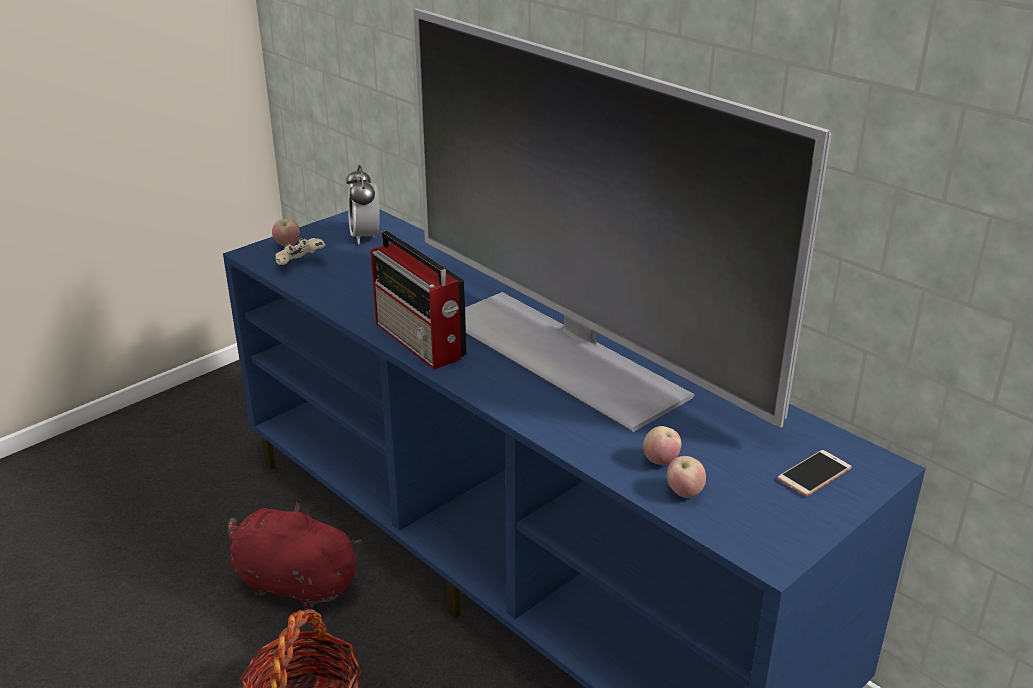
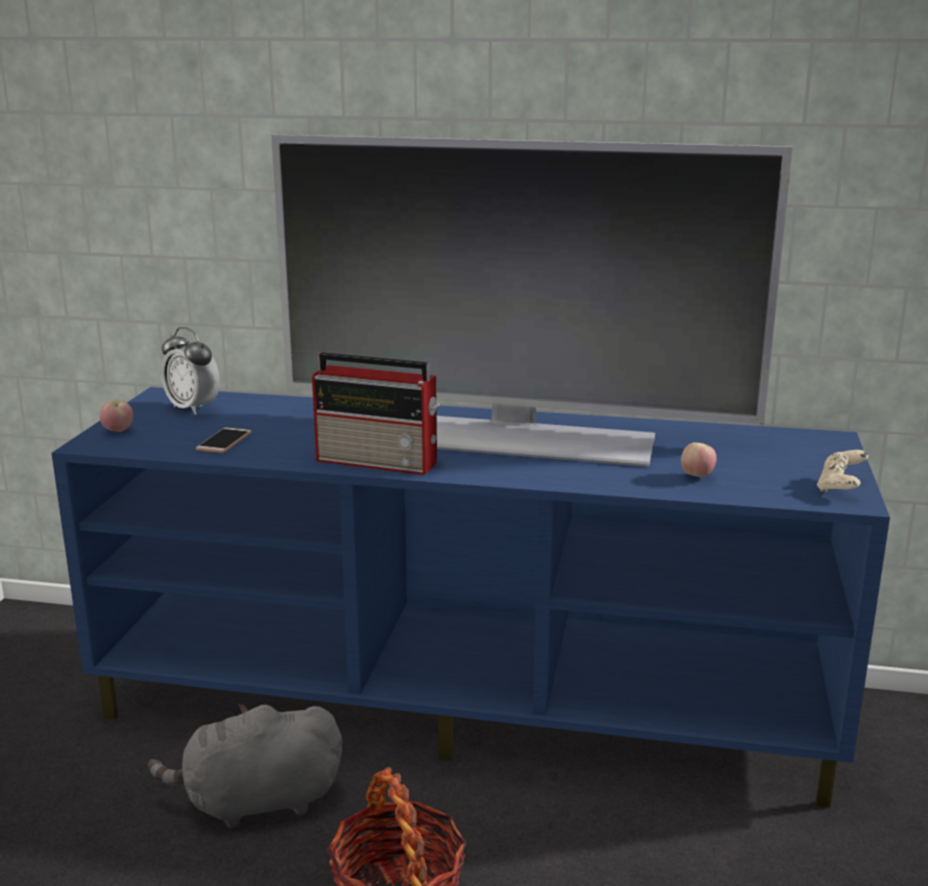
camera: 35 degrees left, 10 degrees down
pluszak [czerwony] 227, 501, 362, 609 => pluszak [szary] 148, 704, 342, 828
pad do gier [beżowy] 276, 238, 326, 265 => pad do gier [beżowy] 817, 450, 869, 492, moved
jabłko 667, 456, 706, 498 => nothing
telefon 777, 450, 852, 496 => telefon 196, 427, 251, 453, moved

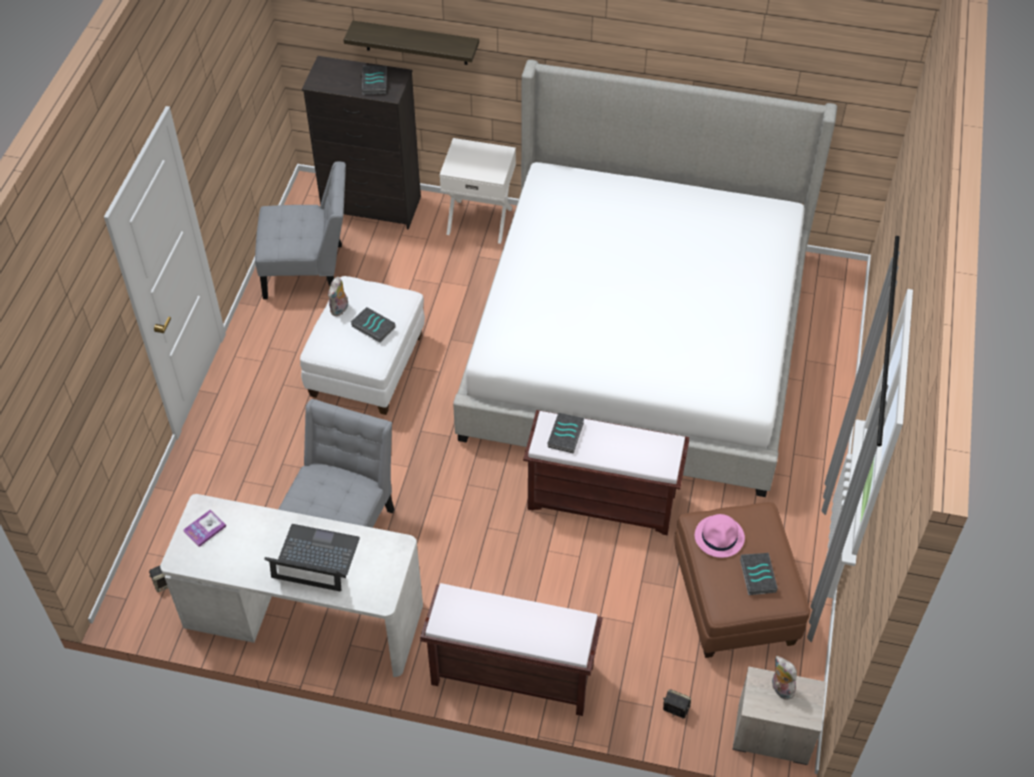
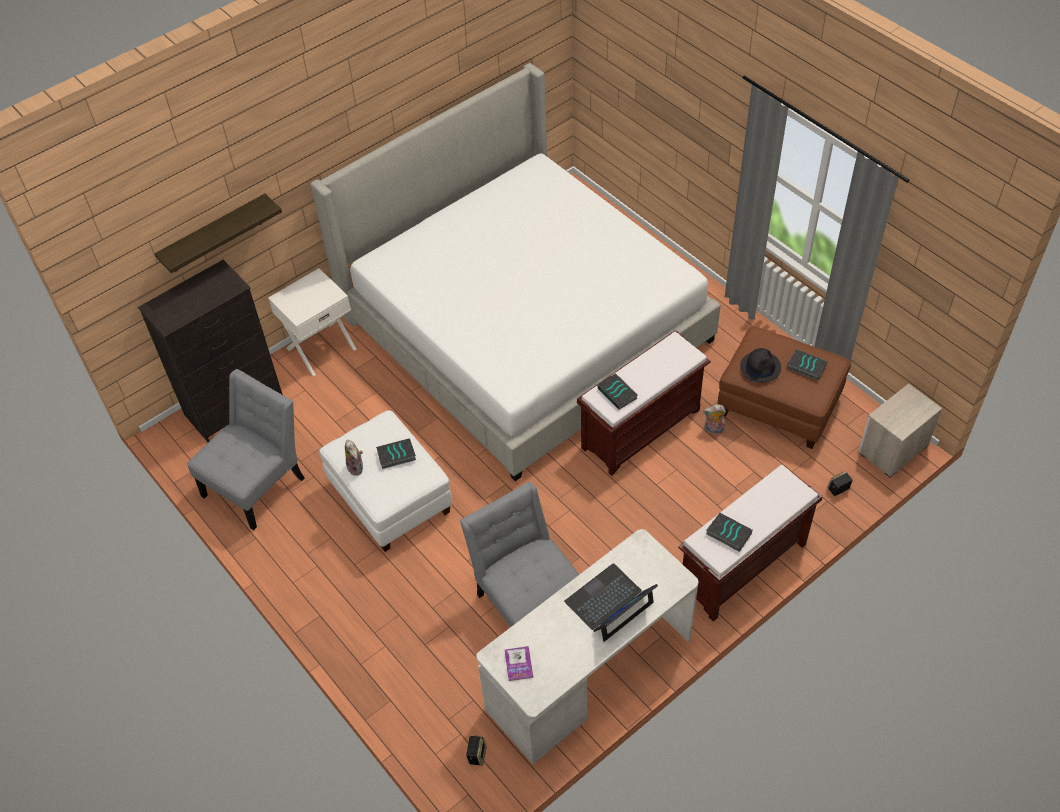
camera: 50 degrees left, 0 degrees up
książka 362, 66, 387, 94 => książka 707, 513, 753, 552, moved
kapelusz [różowy] 695, 514, 745, 558 => kapelusz [czarny] 740, 348, 781, 383
pluszak 772, 656, 797, 700 => pluszak 703, 405, 726, 434, moved

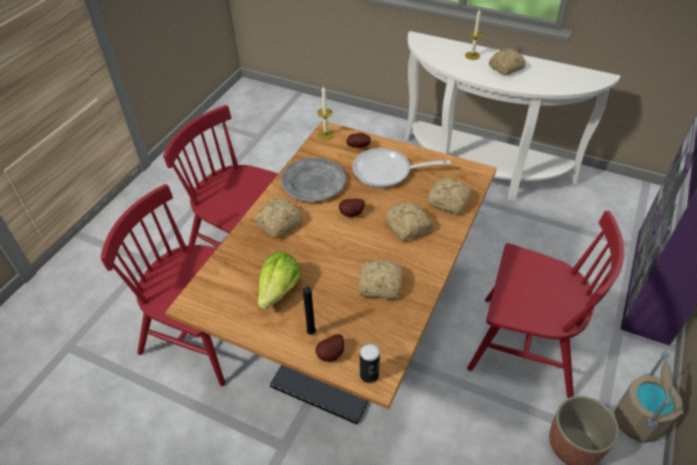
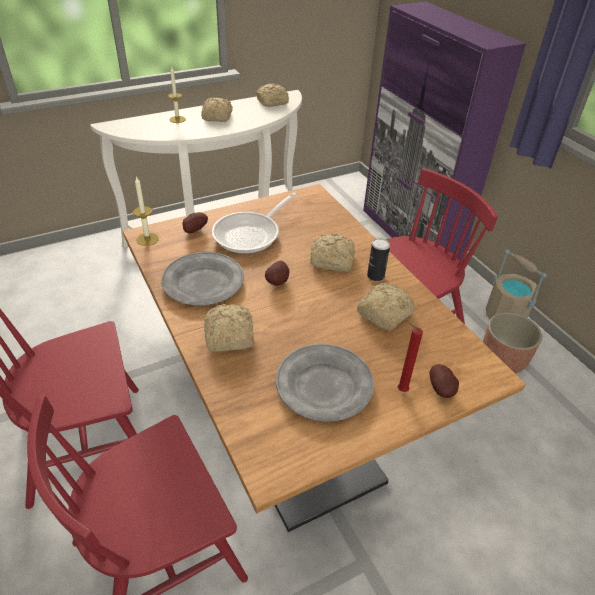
camera: 55 degrees left, 5 degrees down
sałata 258, 251, 301, 310 => talerz [szary] 276, 344, 374, 422
świeca [czarny] 301, 279, 316, 335 => świeca [czerwony] 398, 323, 423, 392
puszka 360, 343, 380, 383 => puszka 367, 238, 390, 281, moved
chleb 428, 178, 472, 214 => chleb 256, 83, 289, 107, moved

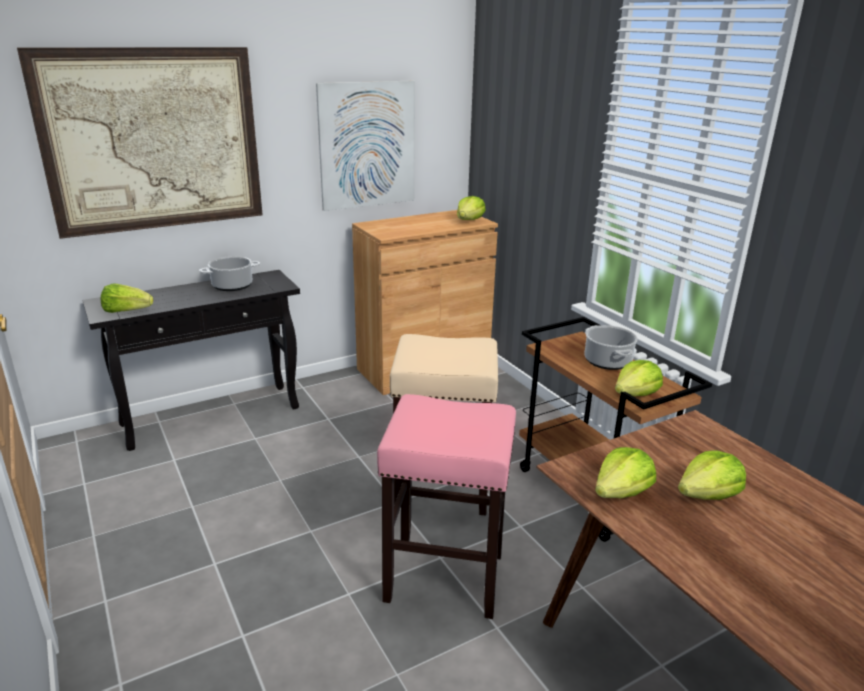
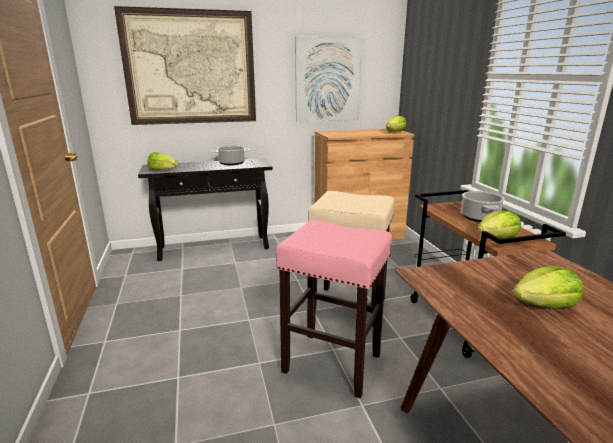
camera: 15 degrees right, 5 degrees down
sałata 595, 447, 656, 498 => nothing

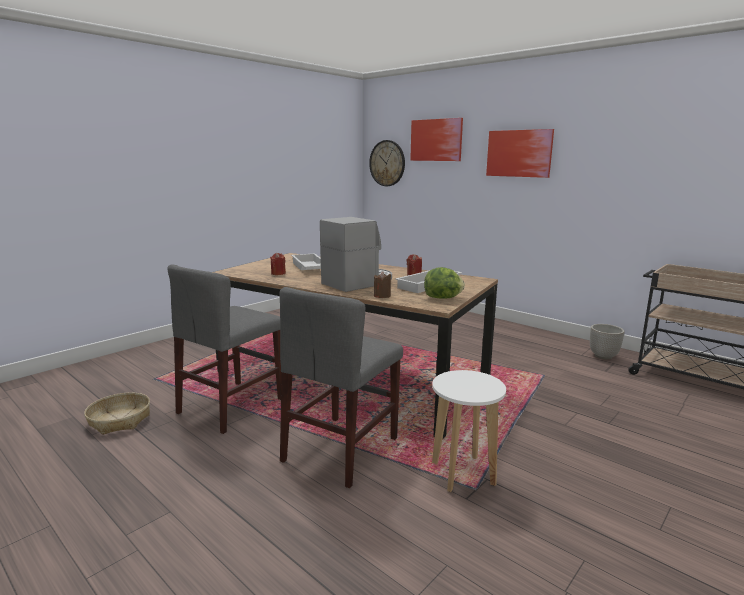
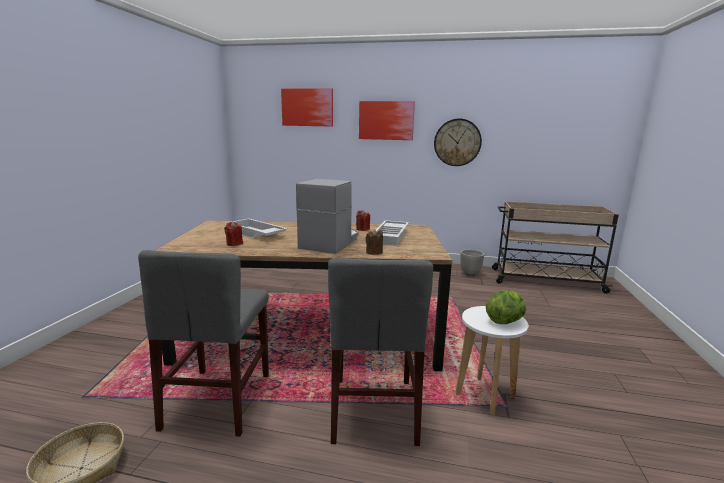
camera: 30 degrees left, 0 degrees up
zegar ścienny 369, 140, 405, 186 => zegar ścienny 434, 119, 482, 166, moved
sałata 424, 267, 465, 299 => sałata 486, 290, 526, 324, moved

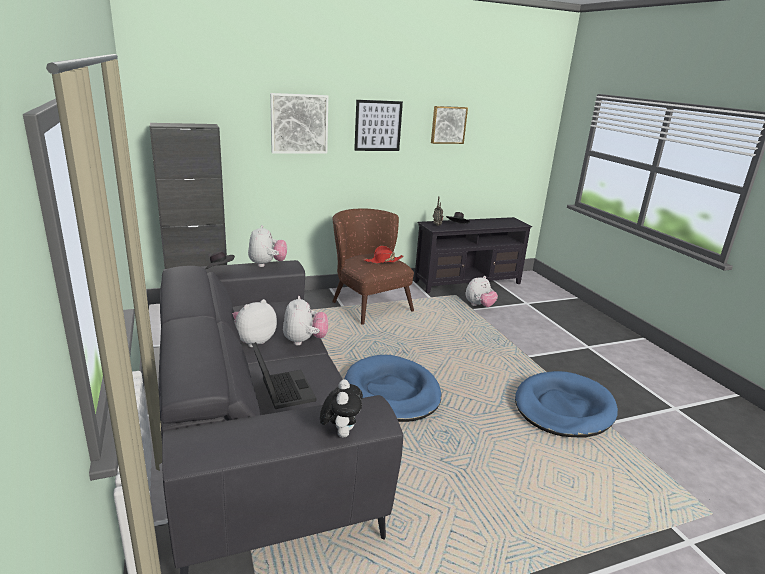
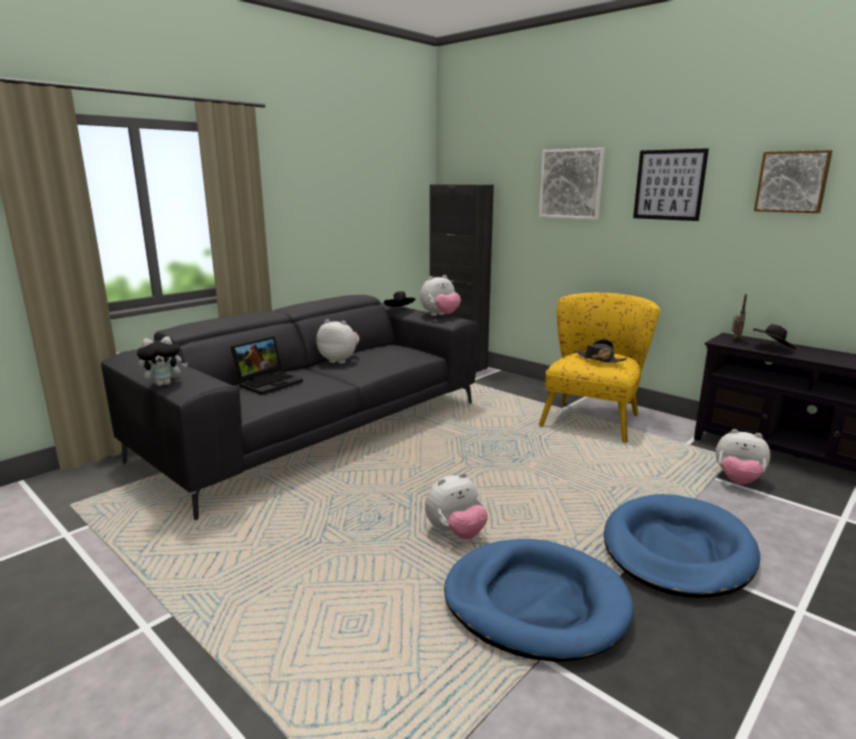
camera: 65 degrees right, 5 degrees down
pluszak 283, 296, 328, 345 => pluszak 425, 472, 488, 539, moved
fotel [brązowy] 332, 209, 414, 325 => fotel [żółty] 539, 292, 660, 443
legowisko [niebieski] 345, 355, 441, 422 => legowisko [niebieski] 604, 494, 760, 598, moved
kapelusz [czerwony] 364, 246, 404, 263 => kapelusz [czarny] 575, 339, 627, 363

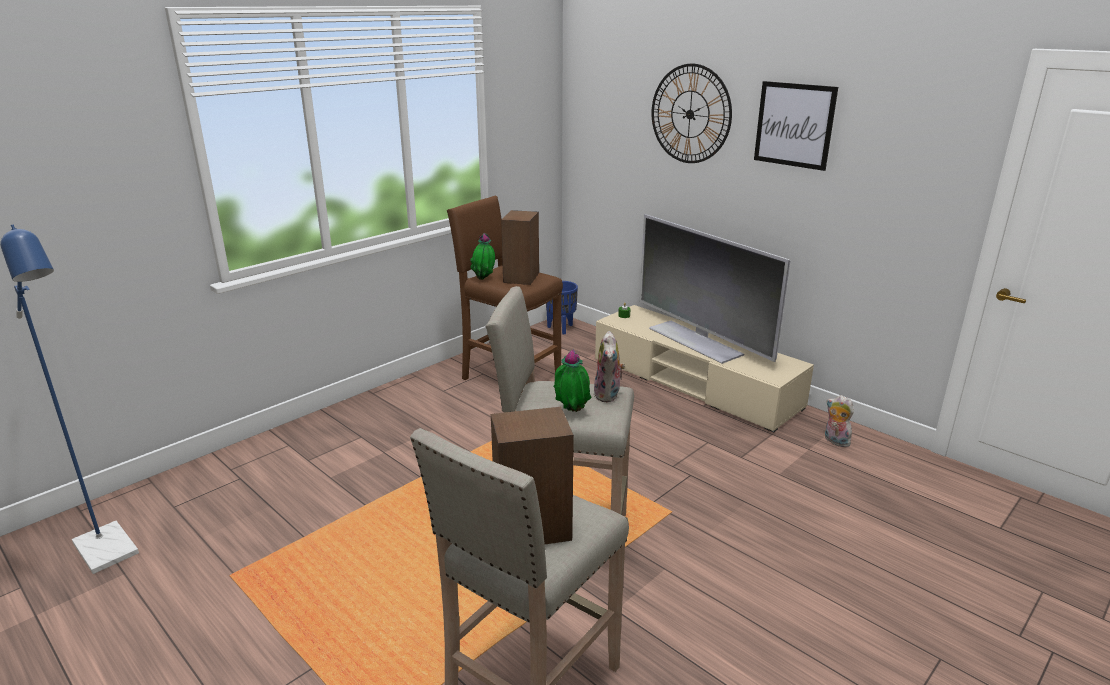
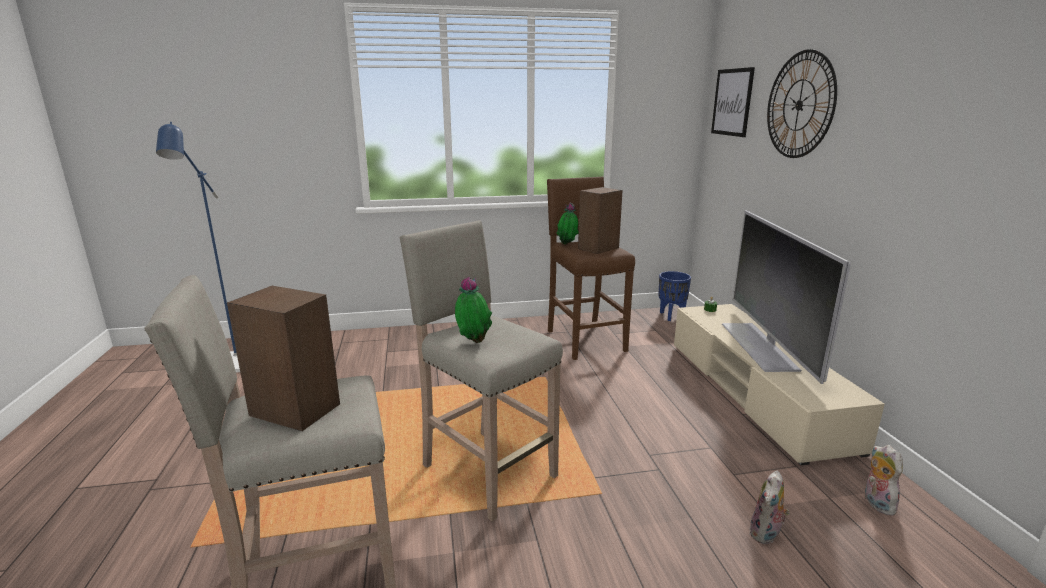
camera: 35 degrees right, 5 degrees down
pluszak 594, 331, 625, 403 => pluszak 749, 471, 790, 544, moved
obraz 754, 81, 838, 171 => obraz 711, 67, 755, 137, moved

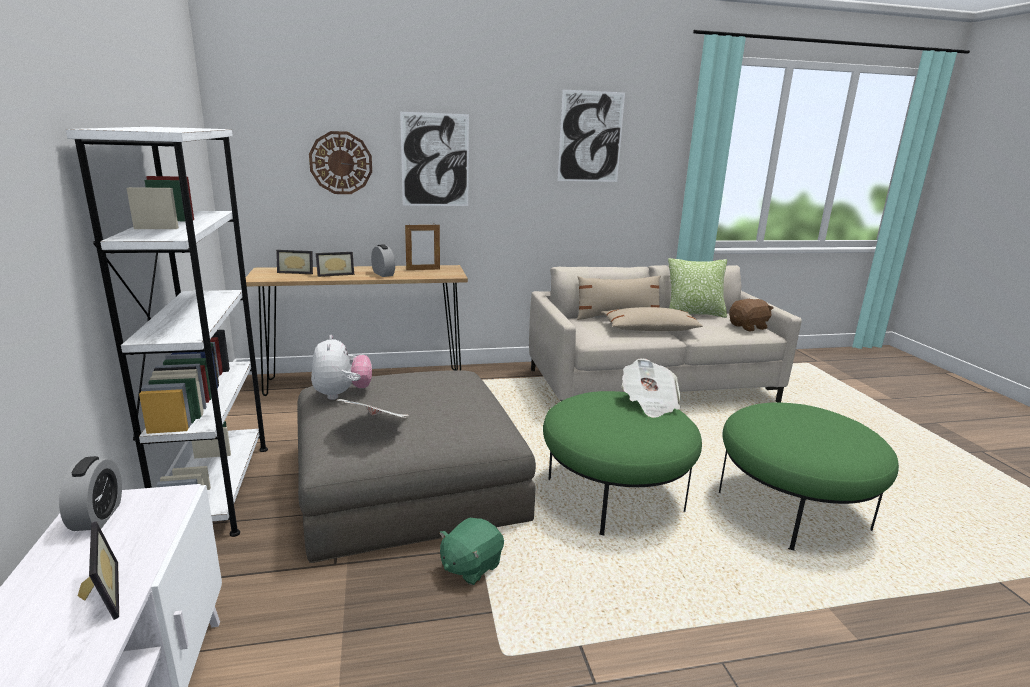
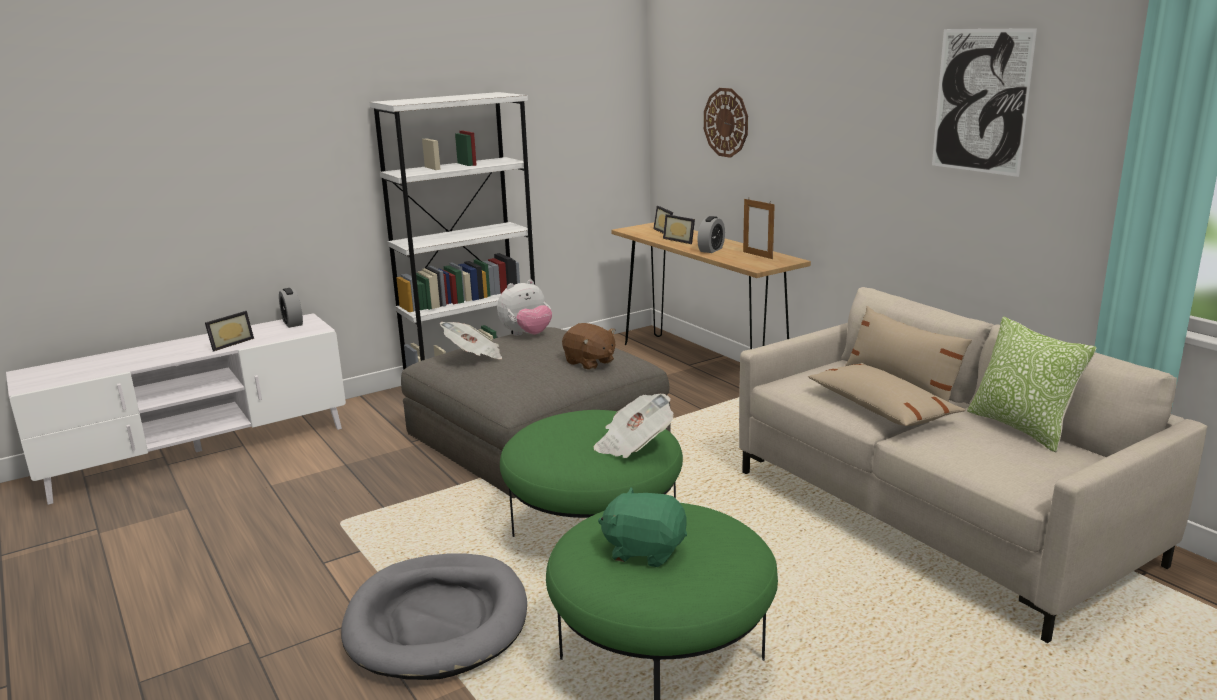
camera: 70 degrees right, 0 degrees up
budzik 59, 456, 122, 531 => budzik 279, 288, 303, 328, 90 degrees clockwise
obraz 400, 112, 469, 206 => nothing
pluszak [zielony] 439, 518, 504, 585 => pluszak [zielony] 598, 487, 687, 567, moved
pluszak [brązowy] 729, 298, 774, 331 => pluszak [brązowy] 562, 323, 616, 370, moved
nothing => legowisko [szary] 341, 553, 527, 680

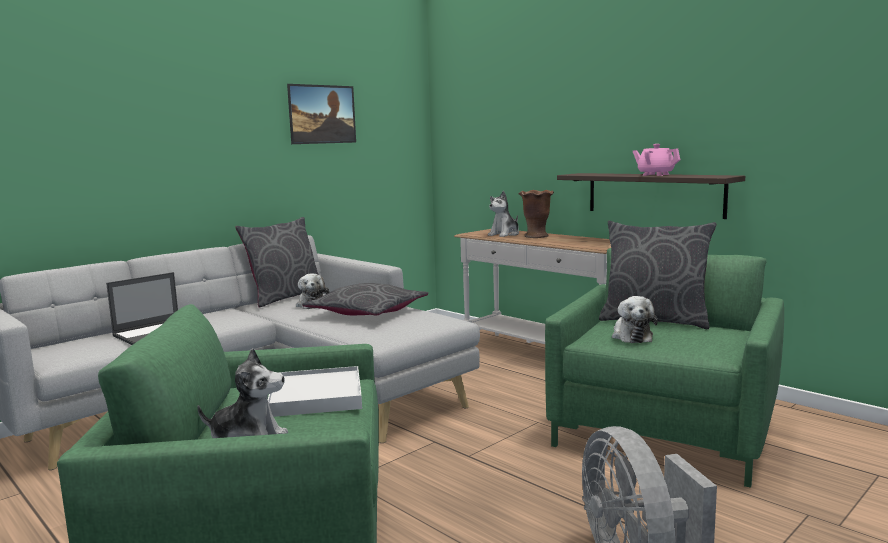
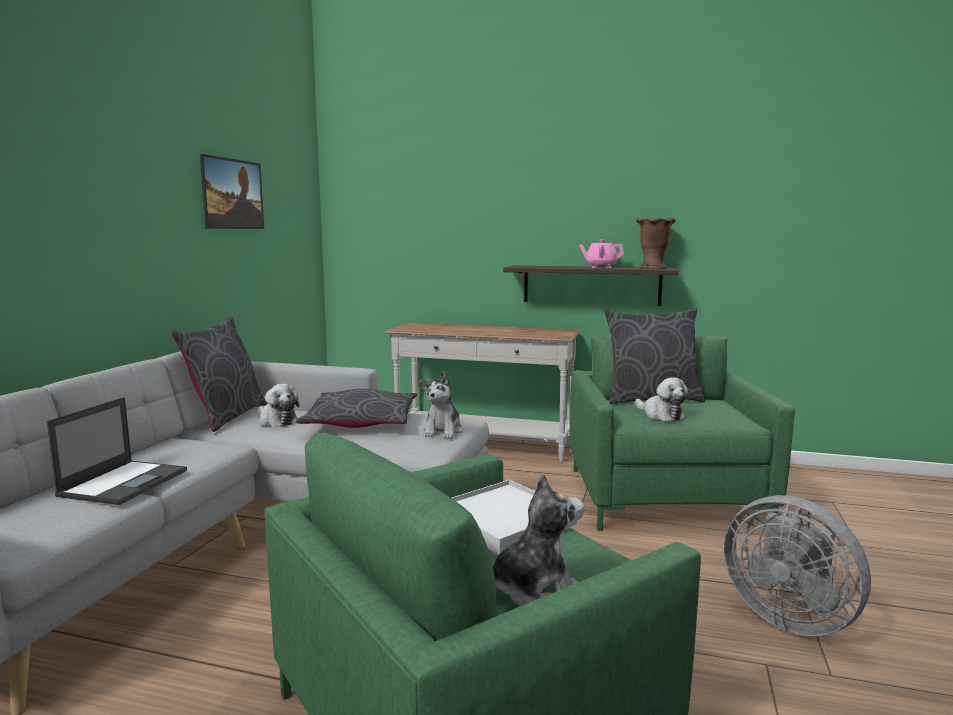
camera: 30 degrees left, 0 degrees up
pluszak 488, 191, 519, 237 => pluszak 421, 372, 463, 439, moved
wazon [brązowy] 518, 190, 554, 238 => wazon [brązowy] 636, 218, 676, 269, moved

